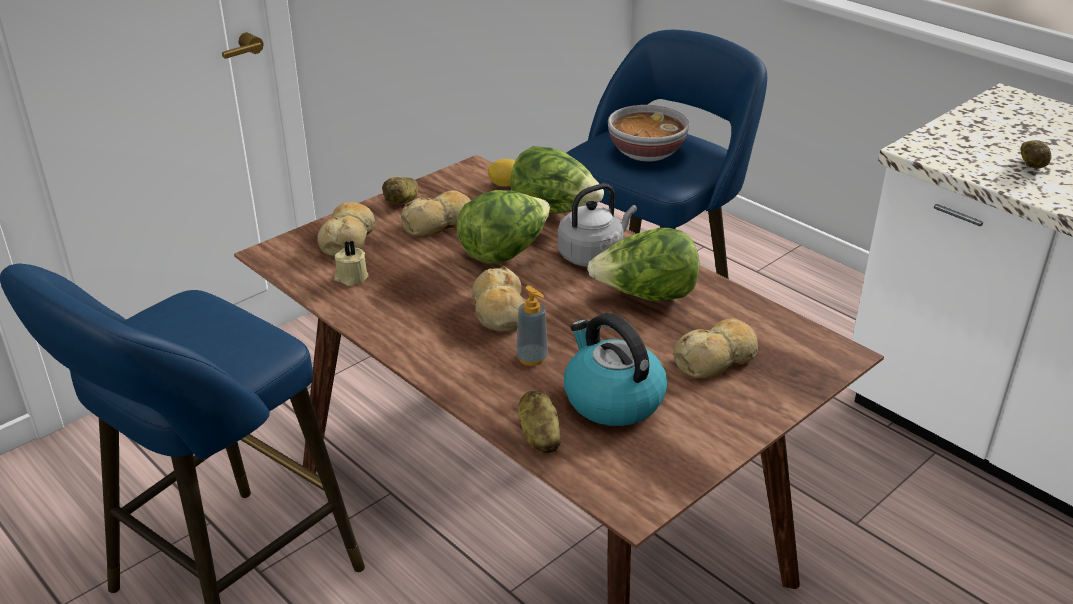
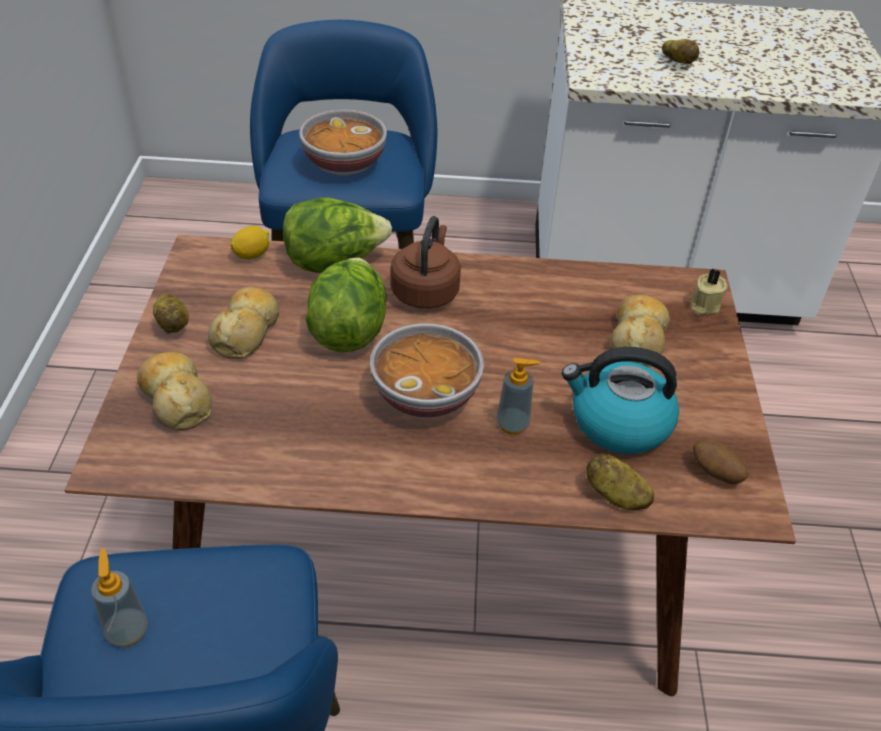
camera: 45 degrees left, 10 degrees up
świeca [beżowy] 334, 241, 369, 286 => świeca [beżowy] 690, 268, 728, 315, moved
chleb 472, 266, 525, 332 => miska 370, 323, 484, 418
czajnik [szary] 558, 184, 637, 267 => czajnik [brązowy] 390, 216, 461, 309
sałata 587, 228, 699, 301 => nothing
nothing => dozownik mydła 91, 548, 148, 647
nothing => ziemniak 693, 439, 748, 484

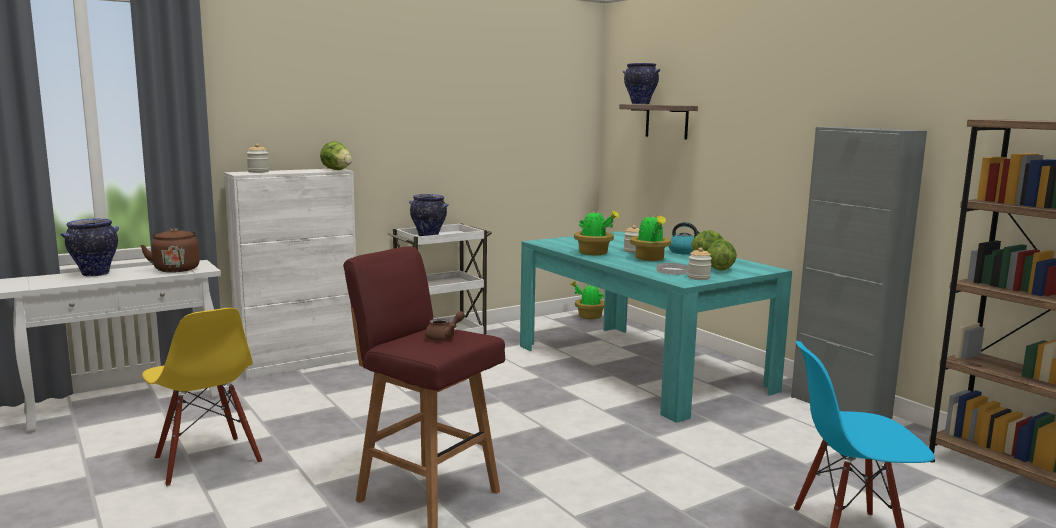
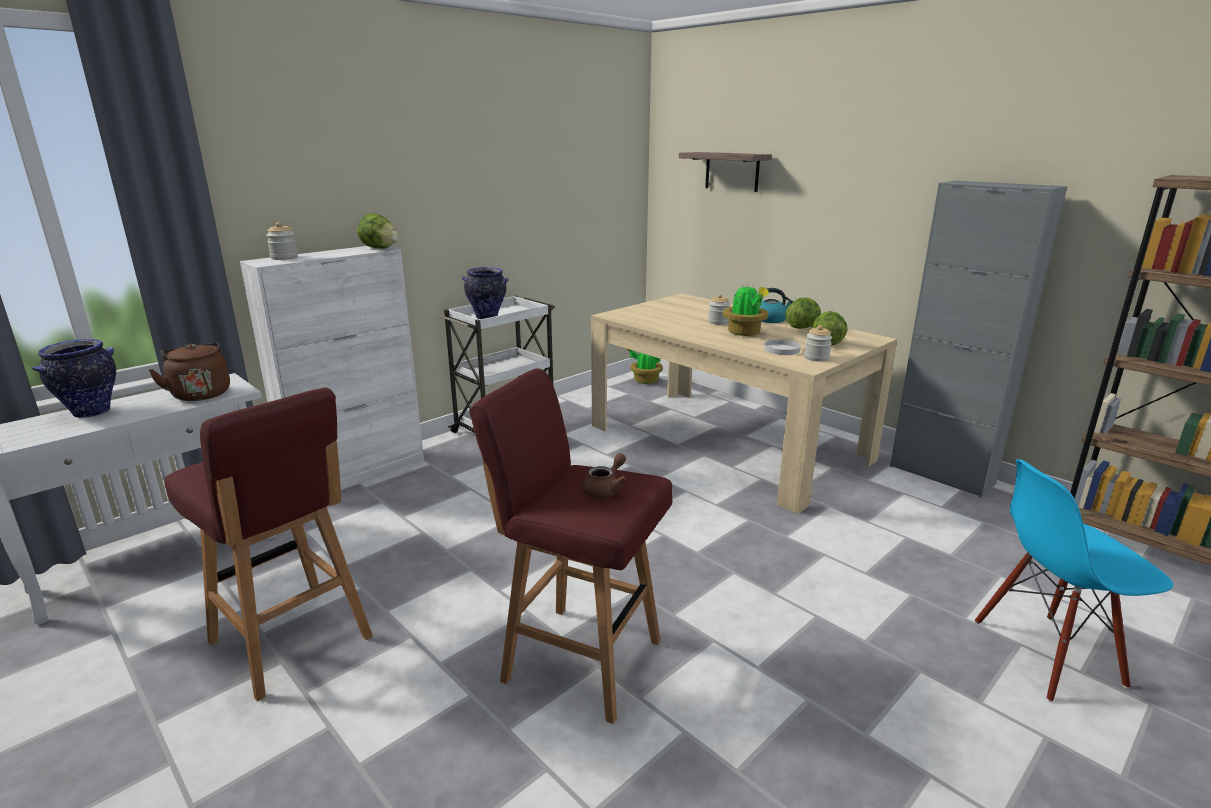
camera: 10 degrees left, 10 degrees up
krzesło [żółty] 142, 308, 263, 487 => stołek [czerwony] 164, 388, 373, 702
stół jadalny [turkusowy] 520, 231, 792, 423 => stół jadalny [beżowy] 591, 293, 897, 514
roślina doniczkowa 574, 209, 620, 255 => nothing
wazon 623, 63, 660, 105 => nothing

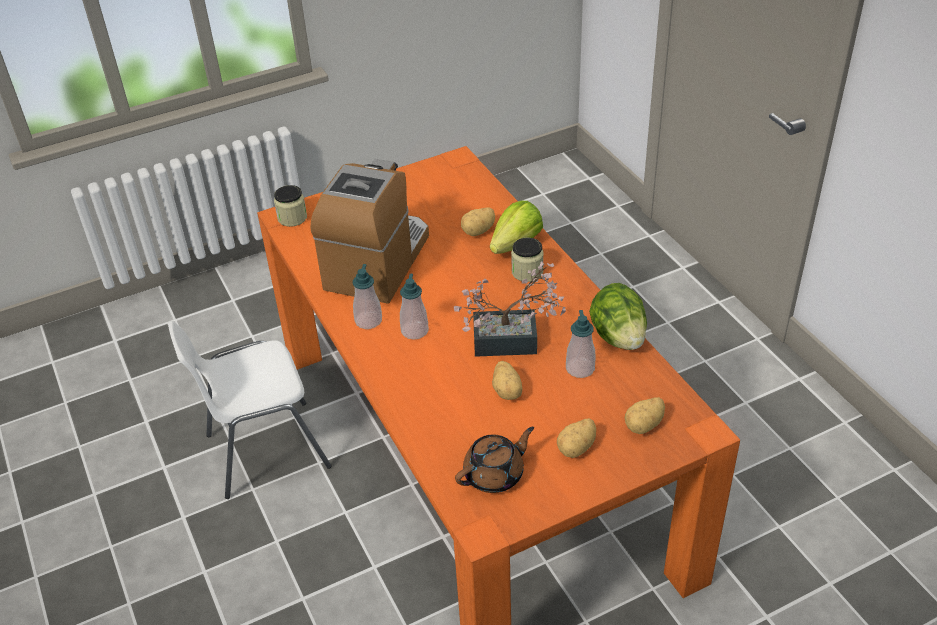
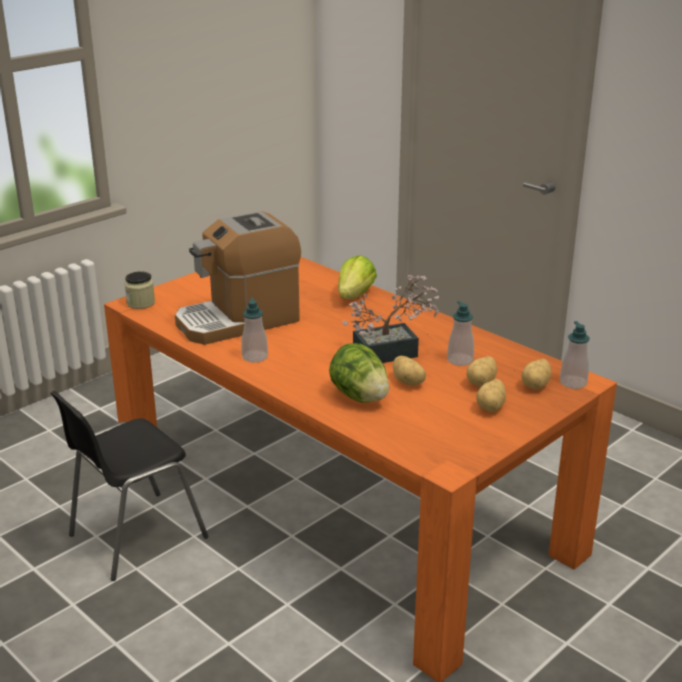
camera: 20 degrees left, 15 degrees down
krzesło [biały] 168, 321, 332, 499 => krzesło [czarny] 50, 391, 208, 581
ekspres do kawy 310, 159, 429, 304 => ekspres do kawy 175, 211, 301, 345, 120 degrees counterclockwise
dozownik mydła 400, 274, 429, 340 => dozownik mydła 560, 321, 590, 389, moved
imbryk [brązowy] 455, 427, 534, 493 => nothing
ziemniak 461, 207, 495, 236 => ziemniak 467, 356, 497, 387, moved
słoik 511, 237, 544, 282 => nothing
sałata 589, 283, 647, 350 => sałata 329, 343, 389, 403, moved

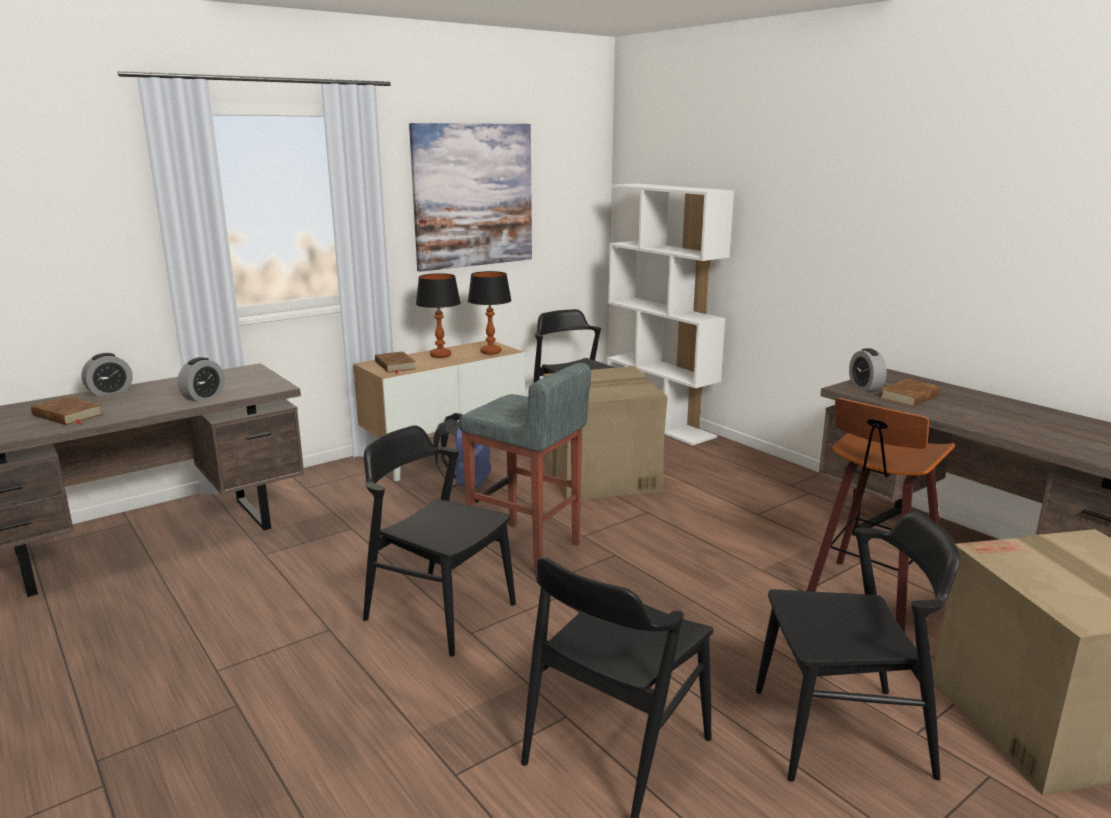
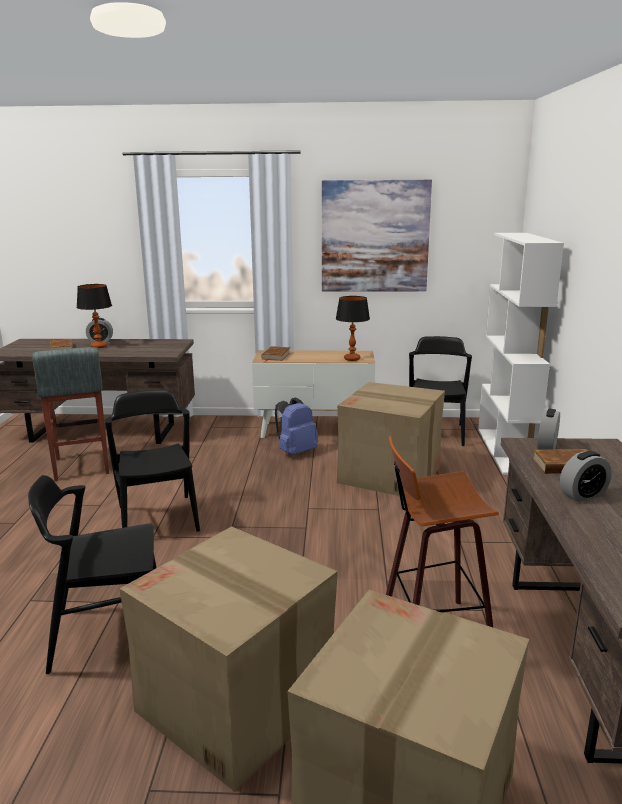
camera: 40 degrees right, 0 degrees up
budzik 178, 357, 224, 402 => budzik 560, 451, 612, 502, moved
lampa stołowa 416, 273, 461, 358 => lampa stołowa 76, 284, 112, 348, moved
stołek [szary] 458, 363, 591, 575 => stołek [szary] 32, 347, 109, 481, moved
krzesło [czarny] 756, 511, 960, 782 => karton 119, 526, 338, 792

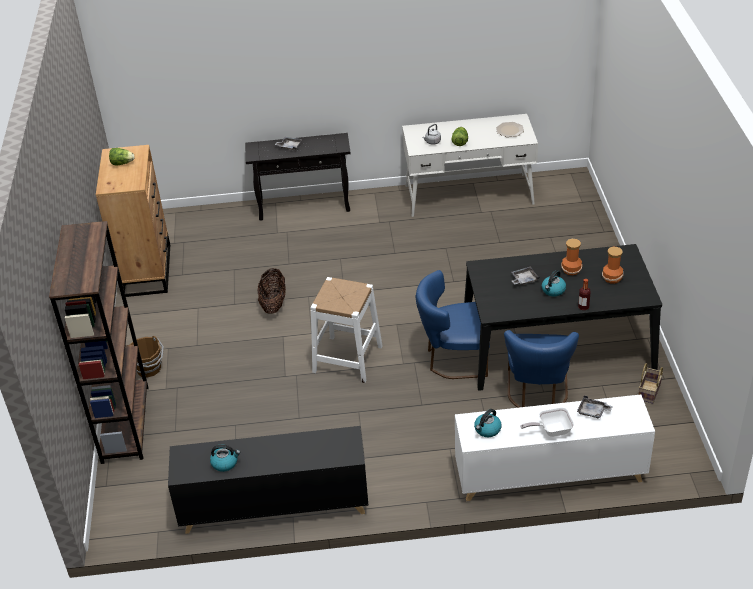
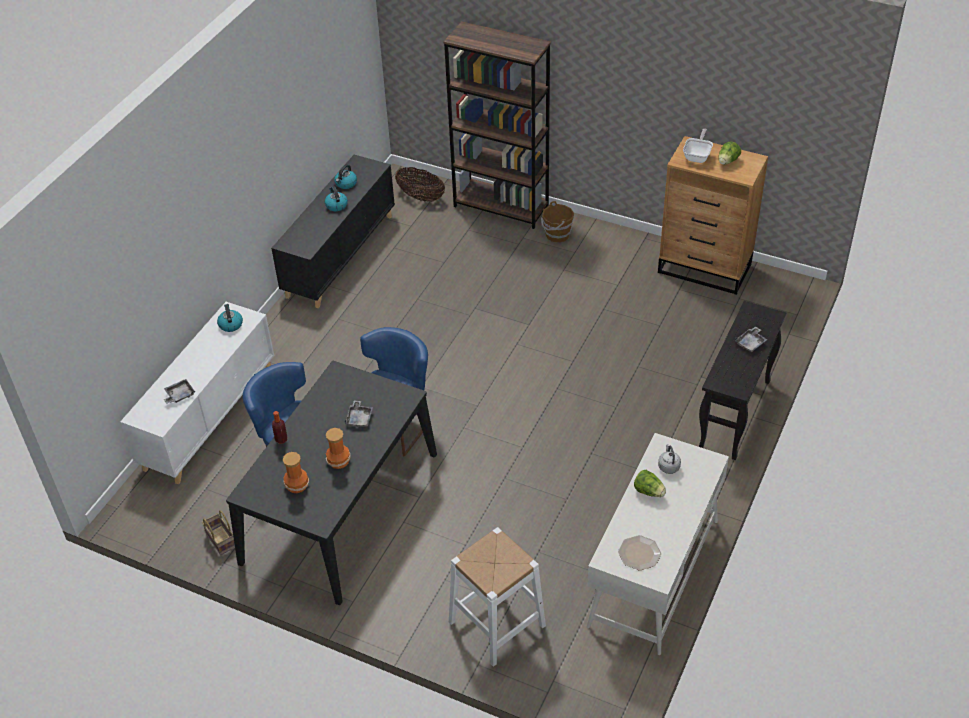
camera: 120 degrees right, 5 degrees up
koszyk 258, 268, 286, 314 => koszyk 395, 167, 445, 202, moved
stołek [biały] 310, 277, 383, 383 => stołek [biały] 449, 527, 546, 667, moved
patelnia 520, 407, 574, 437 => patelnia 683, 128, 713, 163, moved
czajnik 542, 270, 566, 297 => czajnik 325, 186, 348, 211, moved

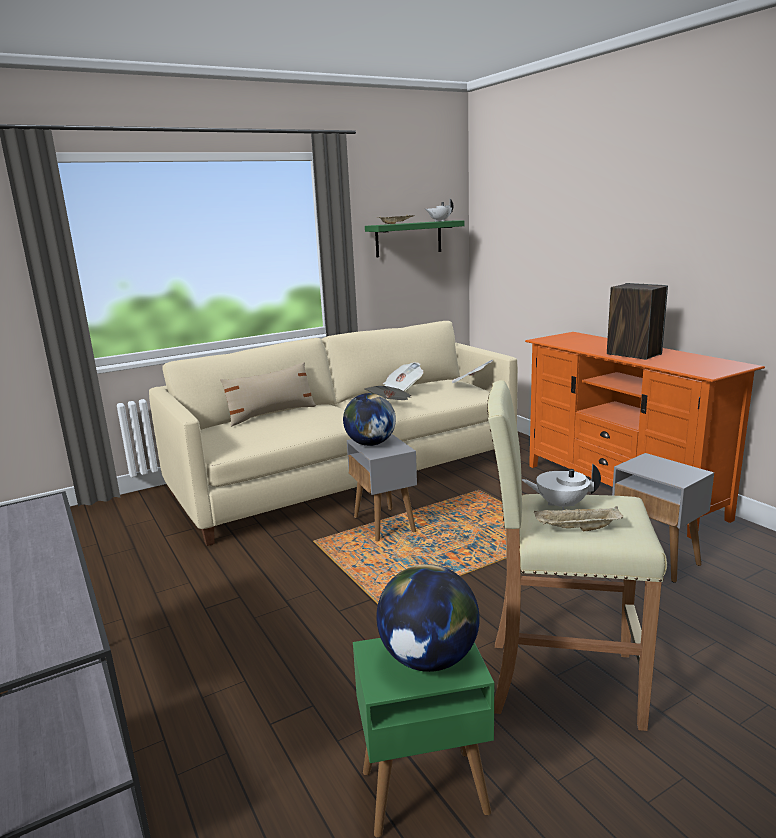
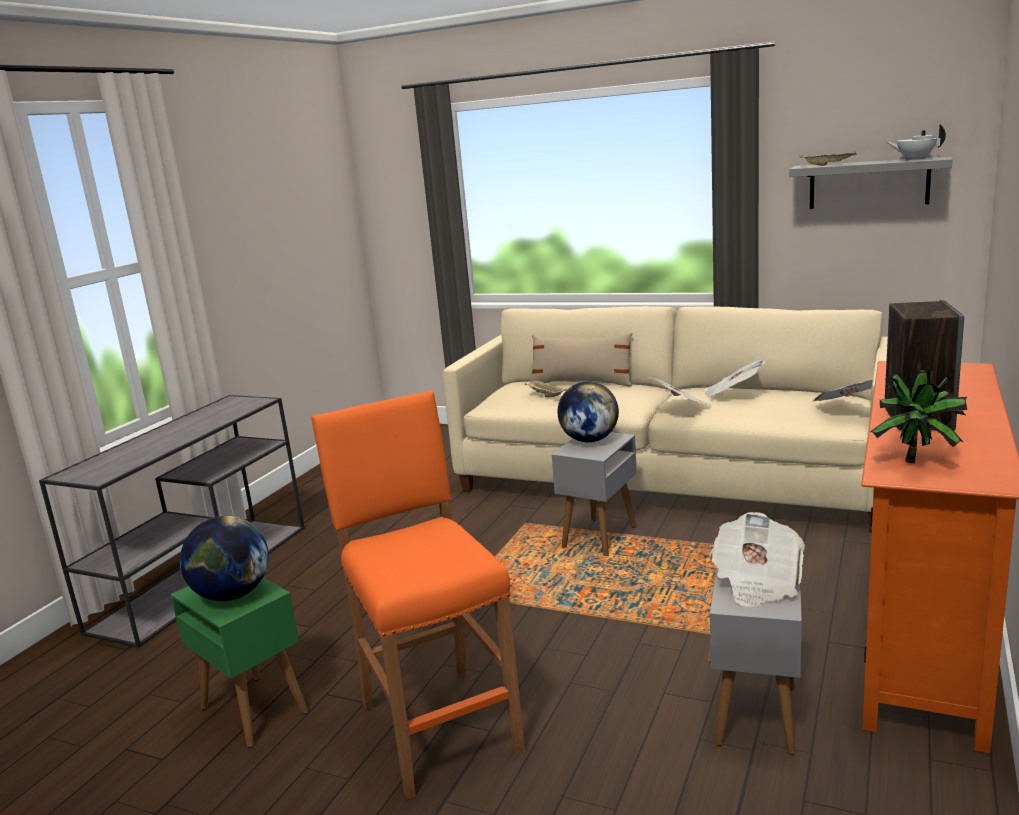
camera: 55 degrees right, 0 degrees up
półka [zielony] 365, 220, 464, 257 => półka [szary] 789, 156, 953, 209
stołek [beżowy] 487, 380, 667, 731 => stołek [pomarańczowy] 311, 390, 525, 799
imbryk [biały] 522, 463, 601, 510 => nothing
taca [beżowy] 534, 506, 623, 531 => taca [beżowy] 525, 380, 567, 398, moved
nothing => gazeta 710, 512, 805, 607
nothing => roślina doniczkowa 870, 370, 967, 463

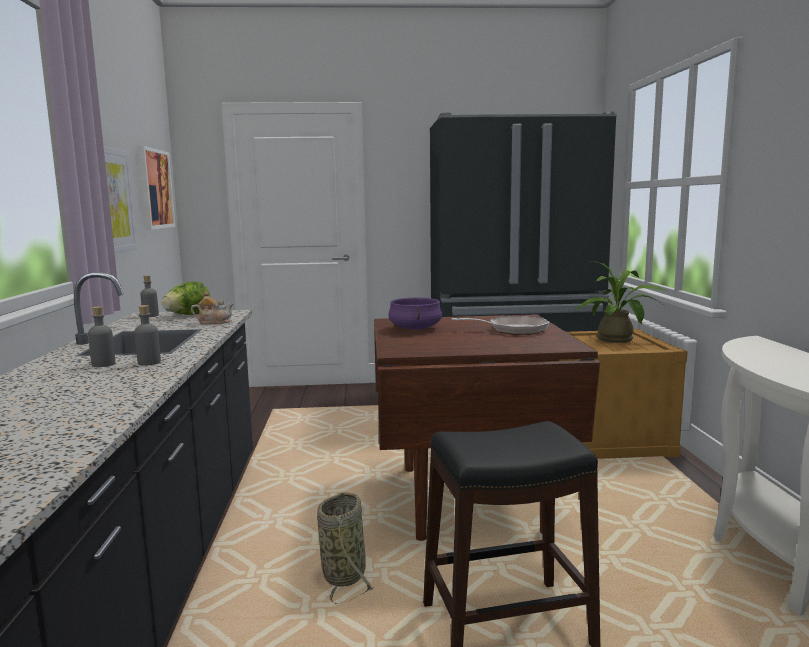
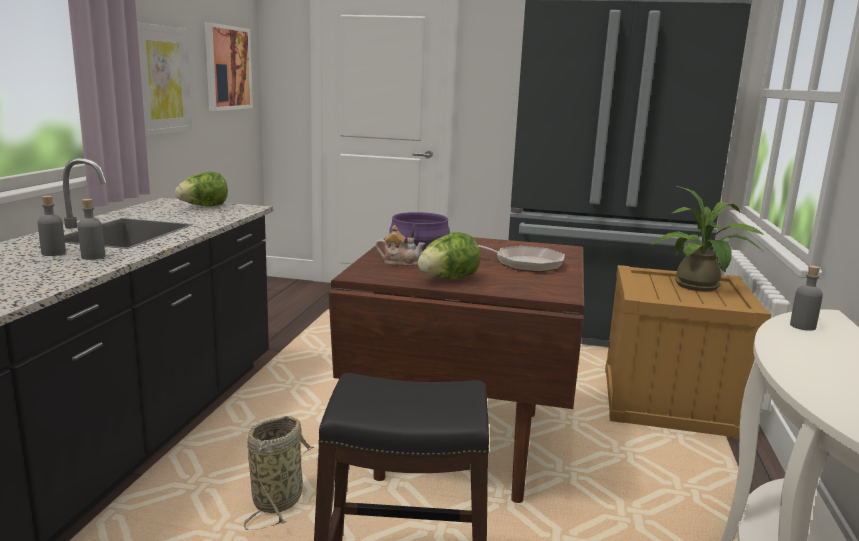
camera: 15 degrees right, 5 degrees up
butelka [szary] 140, 275, 159, 317 => butelka [szary] 790, 265, 823, 331, moved
imbryk 191, 291, 233, 324 => imbryk 376, 225, 425, 266, moved
nothing => sałata 418, 232, 481, 279

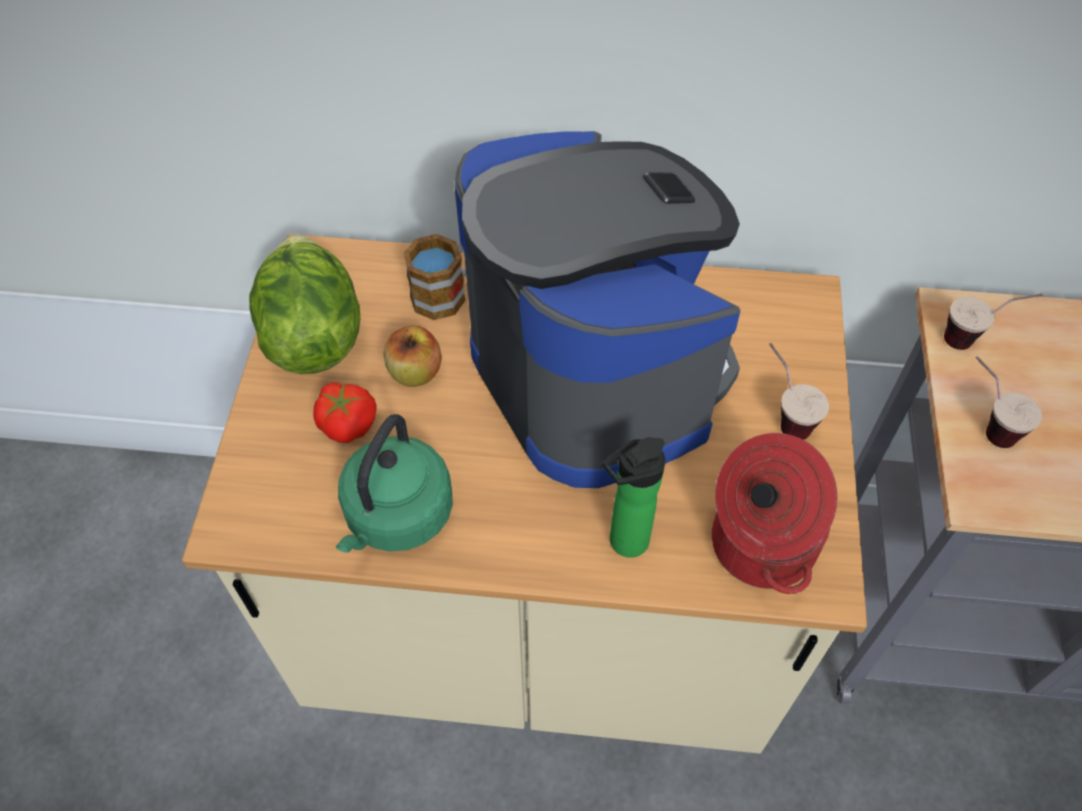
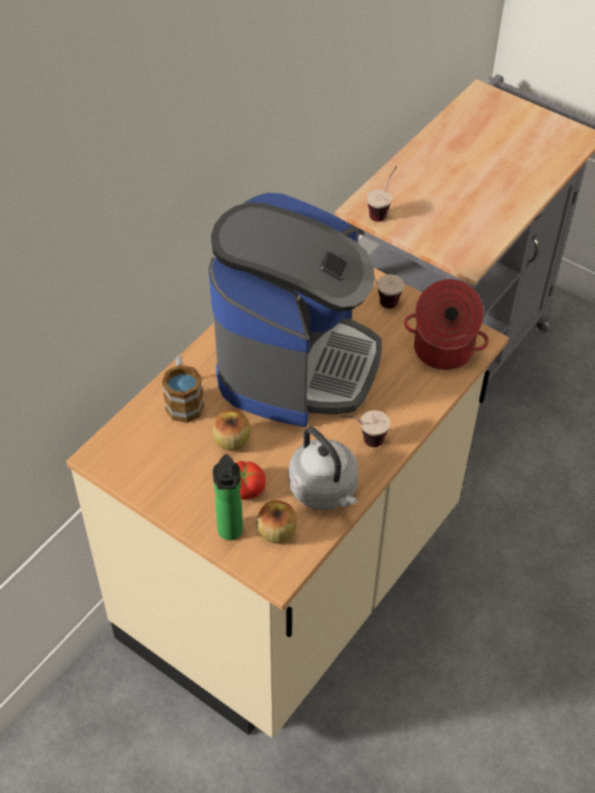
camera: 60 degrees left, 5 degrees down
sałata 249, 234, 360, 374 => nothing
czajnik [zielony] 336, 414, 453, 553 => czajnik [szary] 289, 427, 359, 510
ekspres do kawy 454, 131, 741, 488 => ekspres do kawy 209, 193, 382, 427, 105 degrees clockwise
butelka 602, 437, 665, 558 => butelka 213, 454, 243, 540, moved
filiżanka 975, 356, 1042, 448 => filiżanka 337, 410, 390, 447, moved
nothing => jabłko 256, 500, 297, 544

